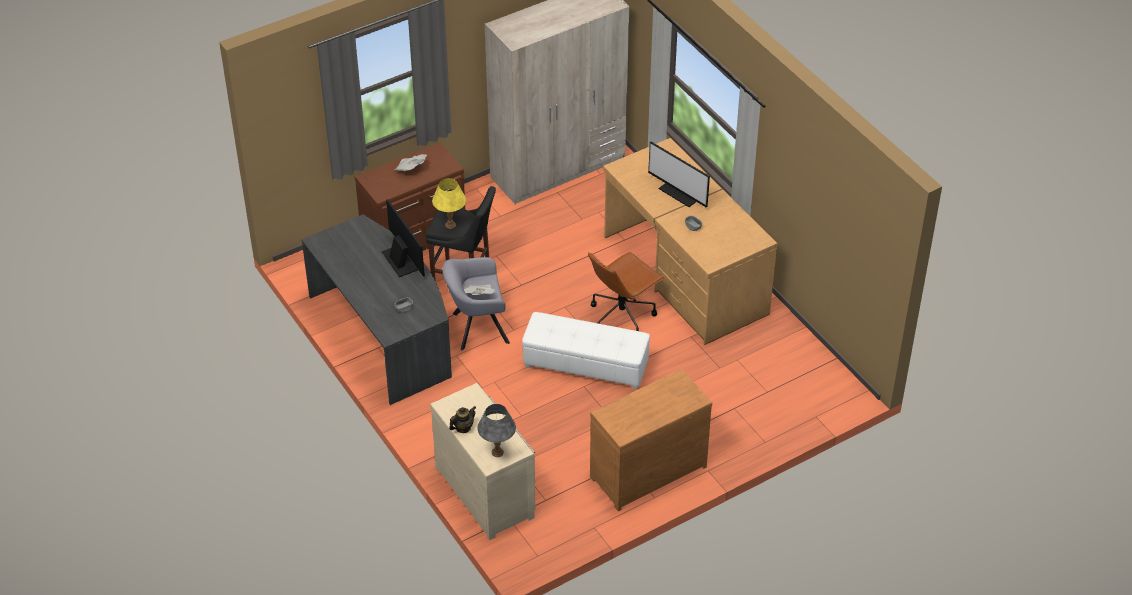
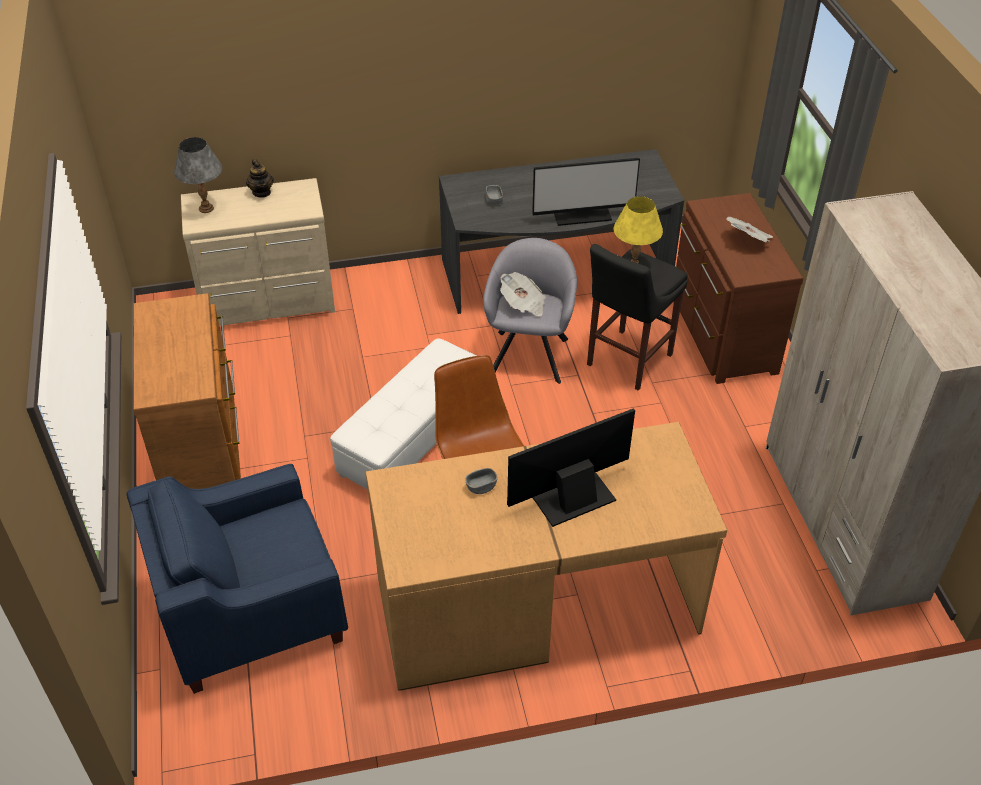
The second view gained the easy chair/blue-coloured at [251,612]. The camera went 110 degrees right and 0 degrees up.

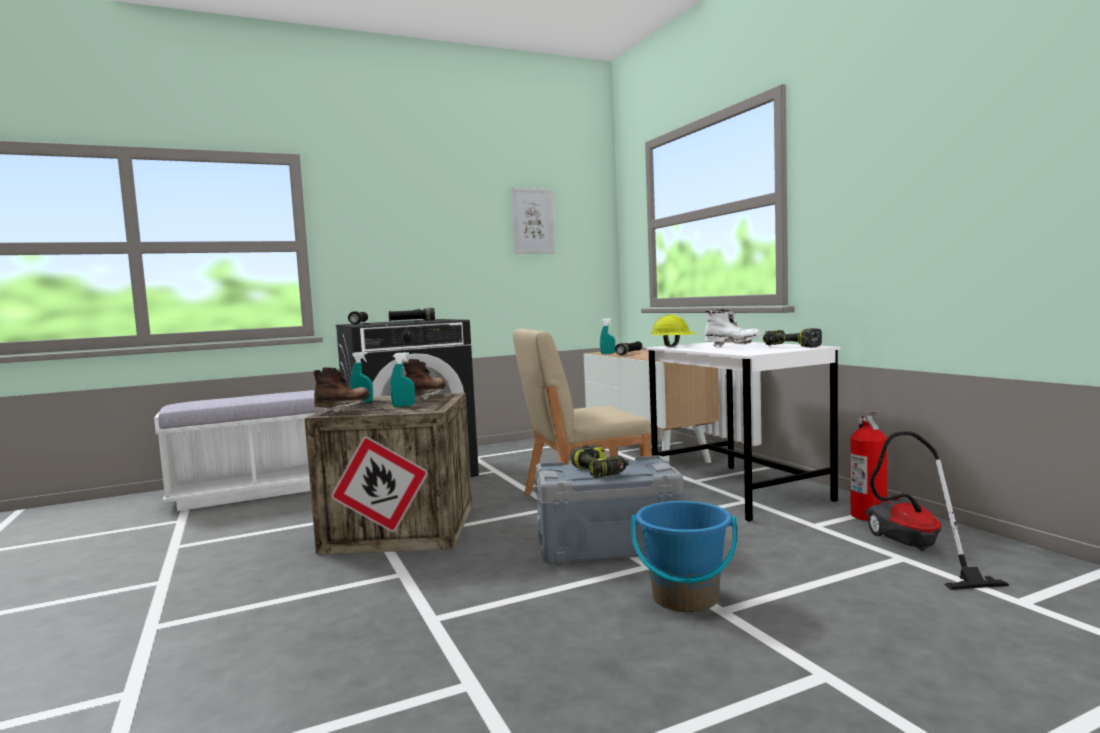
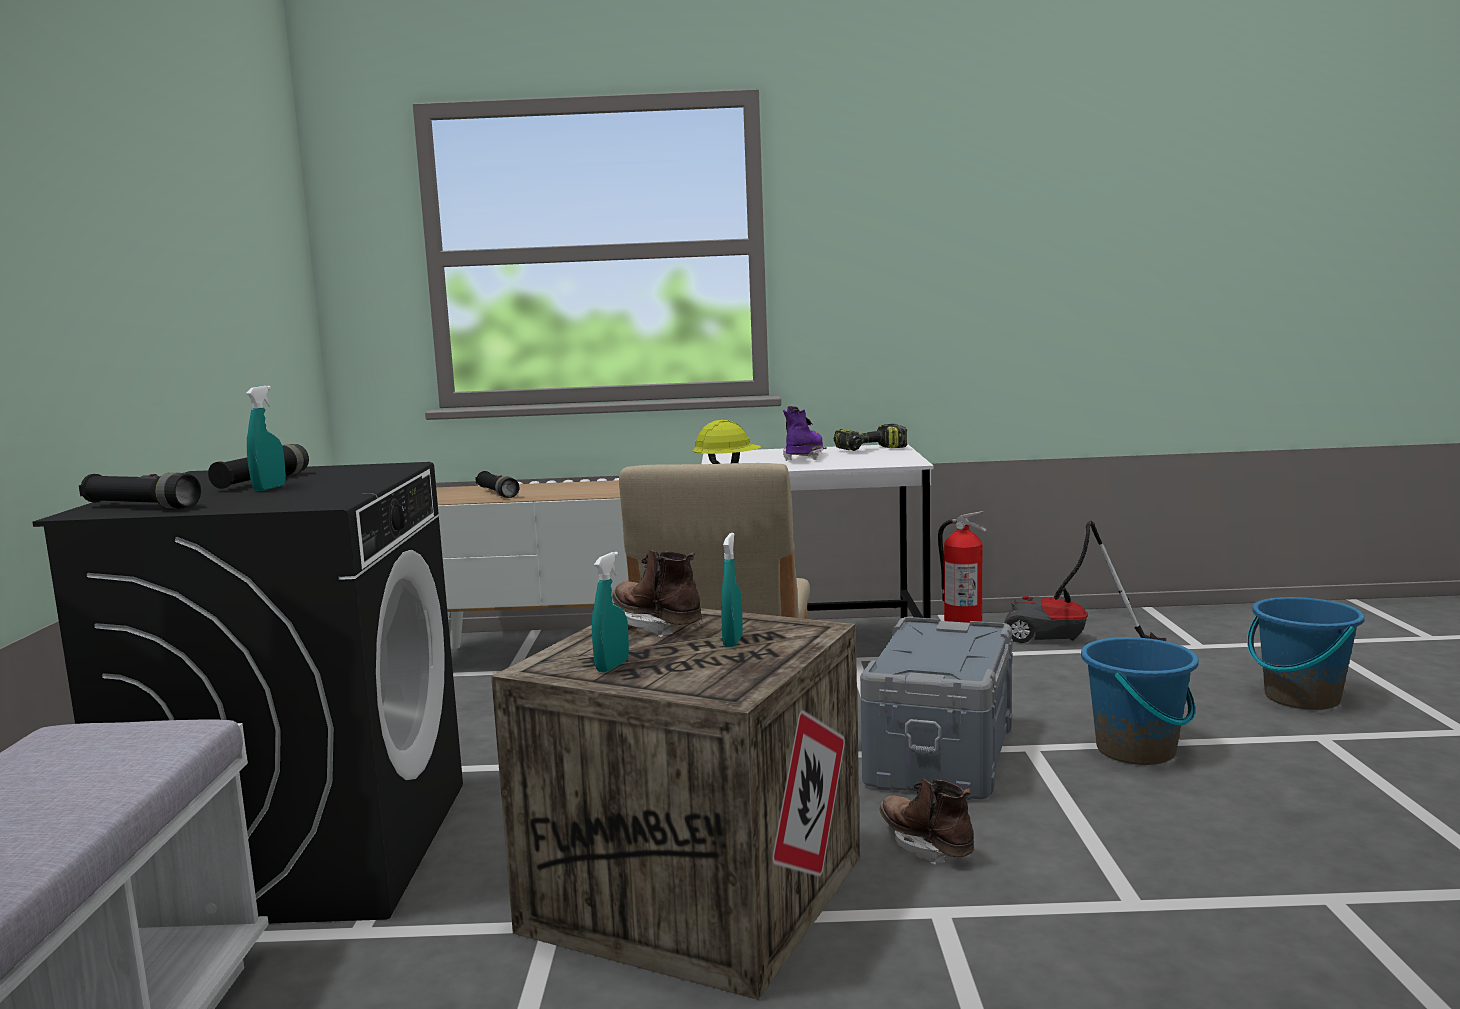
The high-top boot/brown-coloured ended up elsewhere, having gone from [343,409] to [926,845]. The second view lost the wall picture at [532,221]. The second view lost the drill at [600,471]. The sprayer/blue-green ended up elsewhere, having gone from [608,353] to [269,488]. What was the high-top boot/white at [732,346] turned into the high-top boot/purplish at [804,458]. The second view gained the pail/blue-coloured at [1301,698]. The camera went 65 degrees left and 5 degrees up.

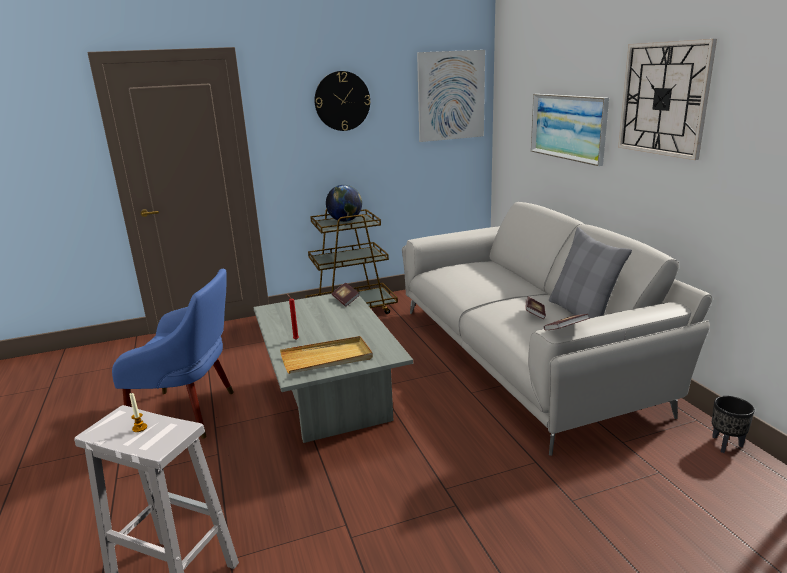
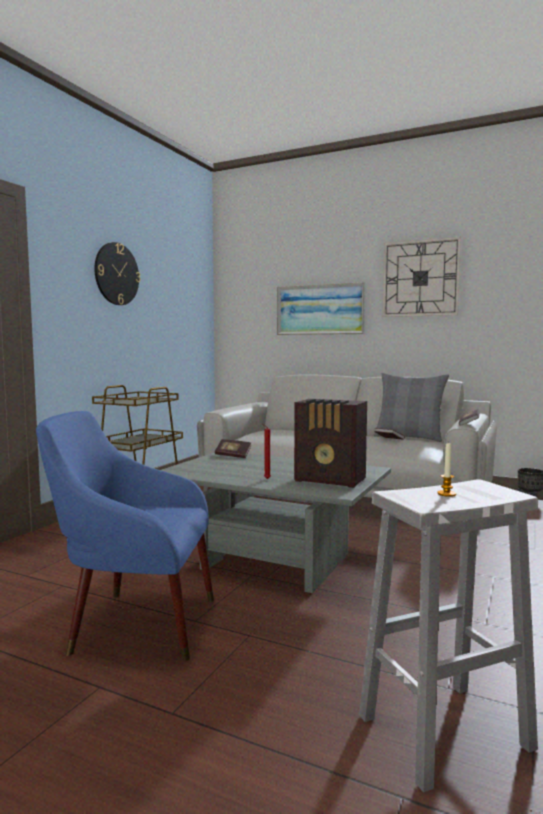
The easy chair/blue-coloured at [191,413] ended up facing another way, 135 degrees counterclockwise from before. Where the serving tray/beige stood at [327,358], the radio came to stand at [331,480]. The second view lost the world globe at [345,221]. The second view lost the wall picture at [451,96]. The camera went 45 degrees left and 15 degrees down.

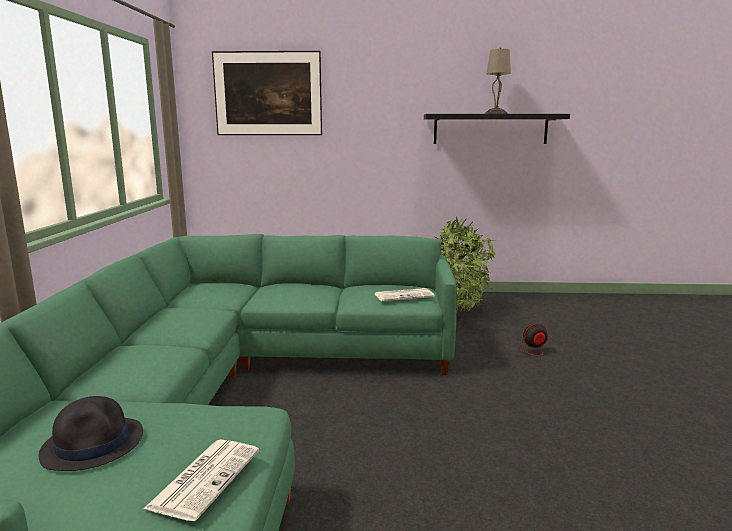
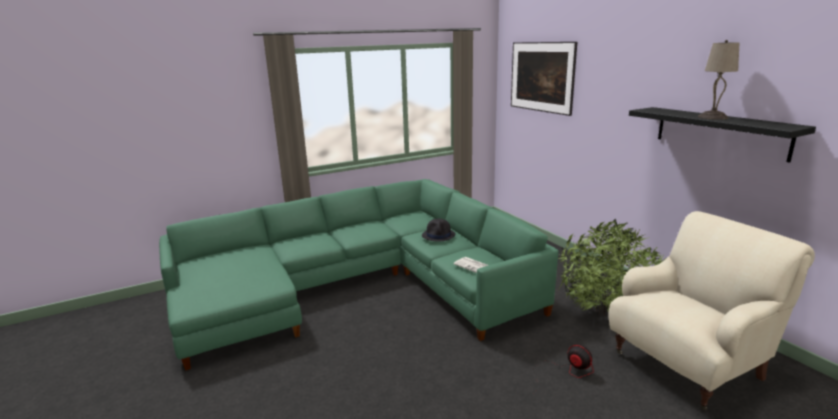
The clothing hat/blackish ended up elsewhere, having gone from [93,444] to [439,235]. The second view lost the daily paper at [205,477]. The second view gained the easy chair/beige at [689,365]. The camera went 60 degrees right and 5 degrees up.

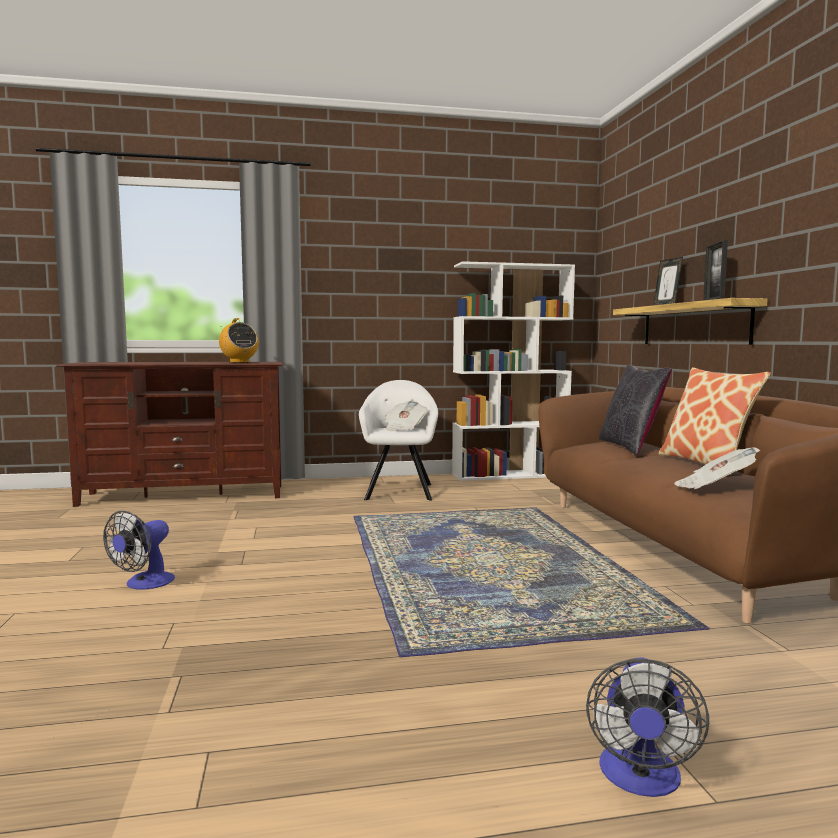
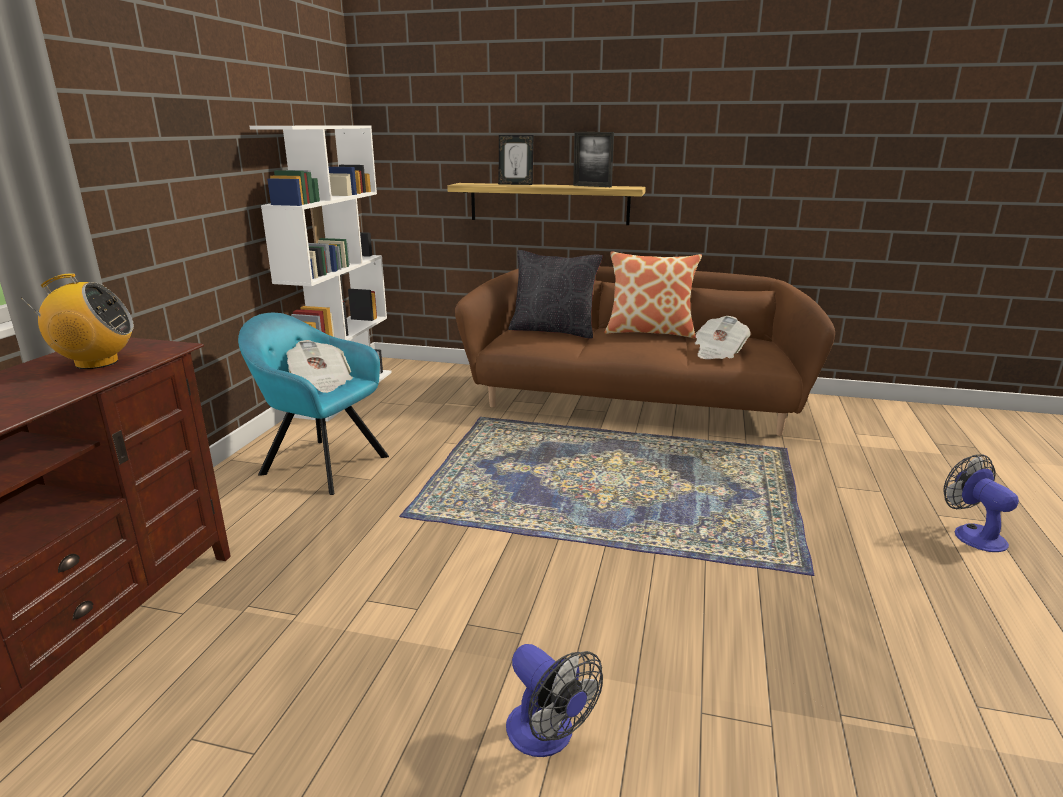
What was the easy chair/white at [399,490] turned into the easy chair/blue-green at [320,464]. The cooling fan at [640,779] ended up facing another way, 150 degrees counterclockwise from before. The camera went 65 degrees left and 15 degrees up.

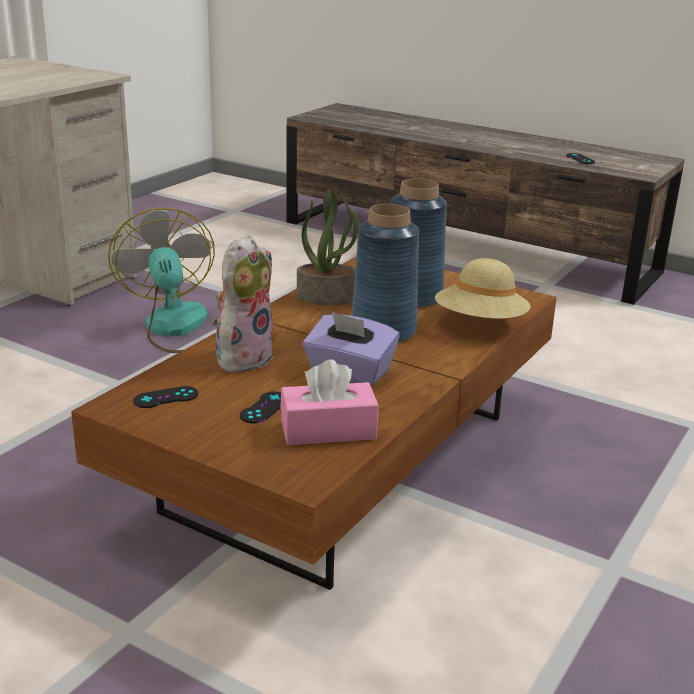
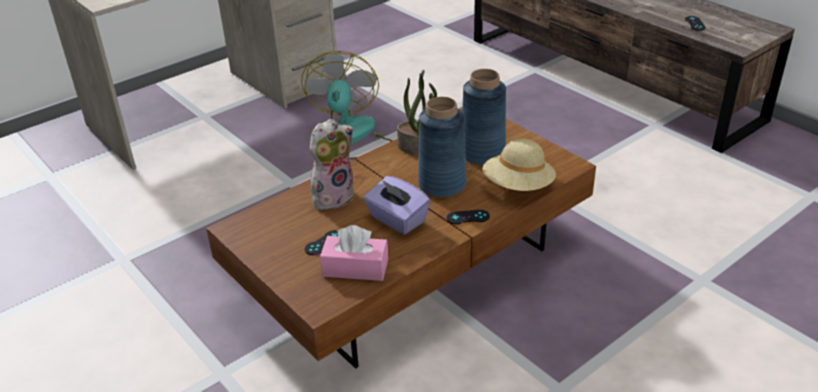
The game controller/blackish ended up elsewhere, having gone from [166,397] to [468,217]. The camera went 20 degrees right and 10 degrees up.

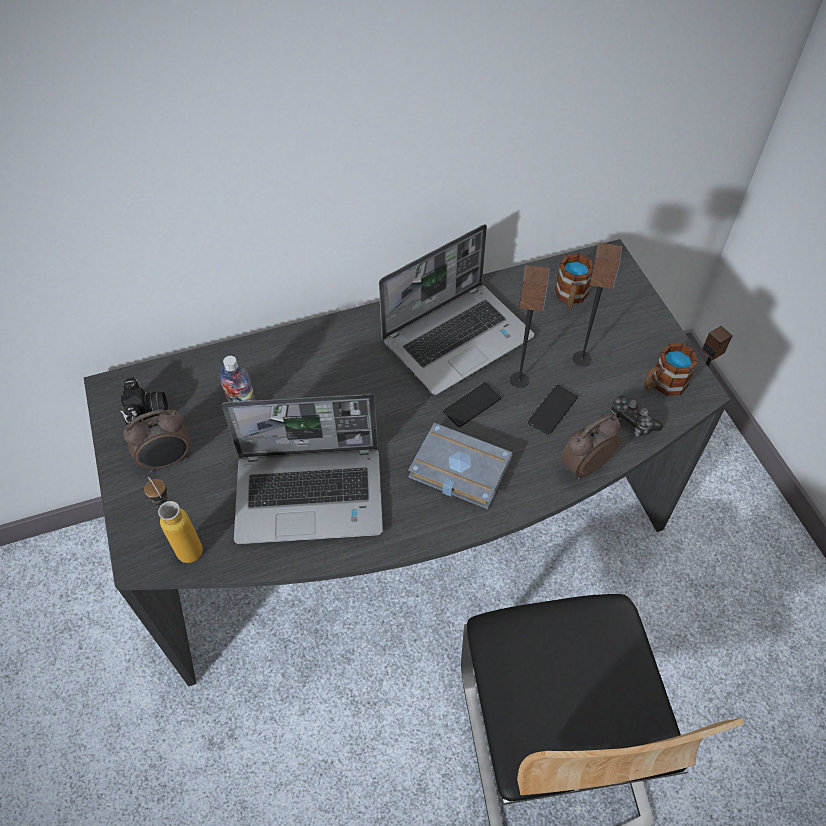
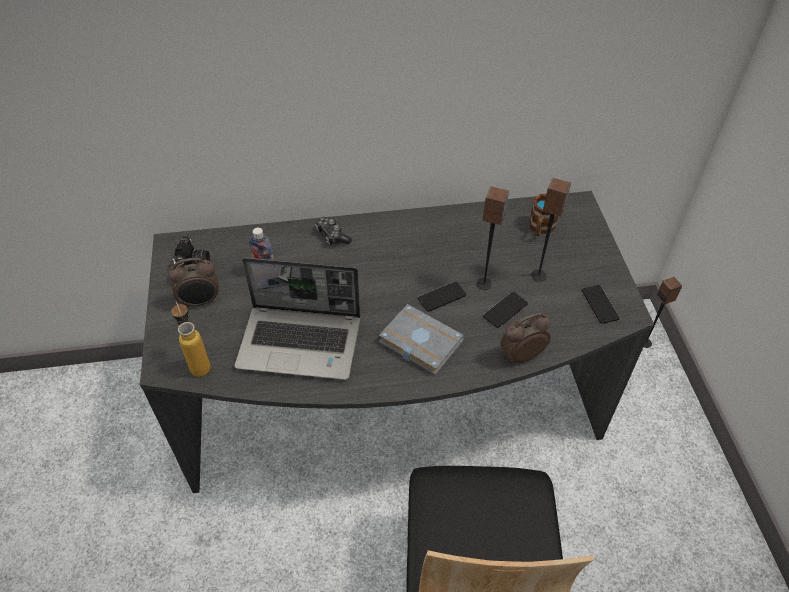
The second view lost the portable computer at [458,338]. The game controller ended up elsewhere, having gone from [631,421] to [332,235]. Where the mug stood at [662,384], the telephone came to stand at [600,304]. The camera went 10 degrees right and 5 degrees down.

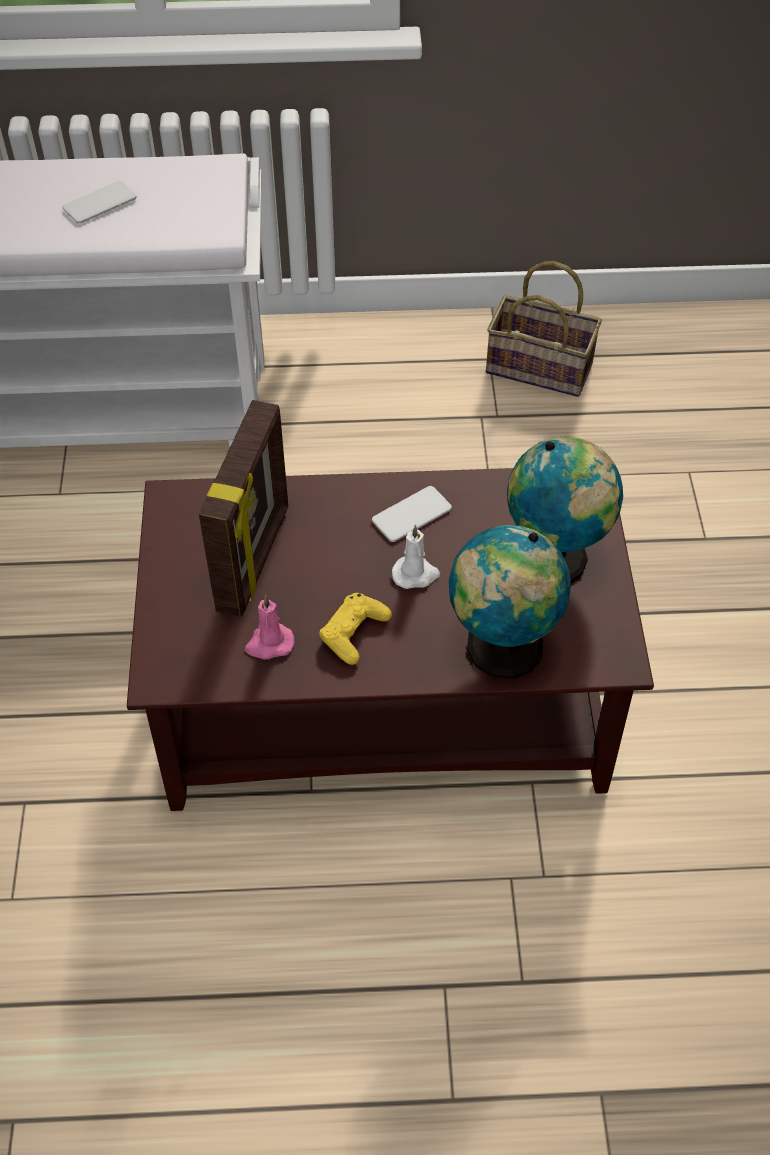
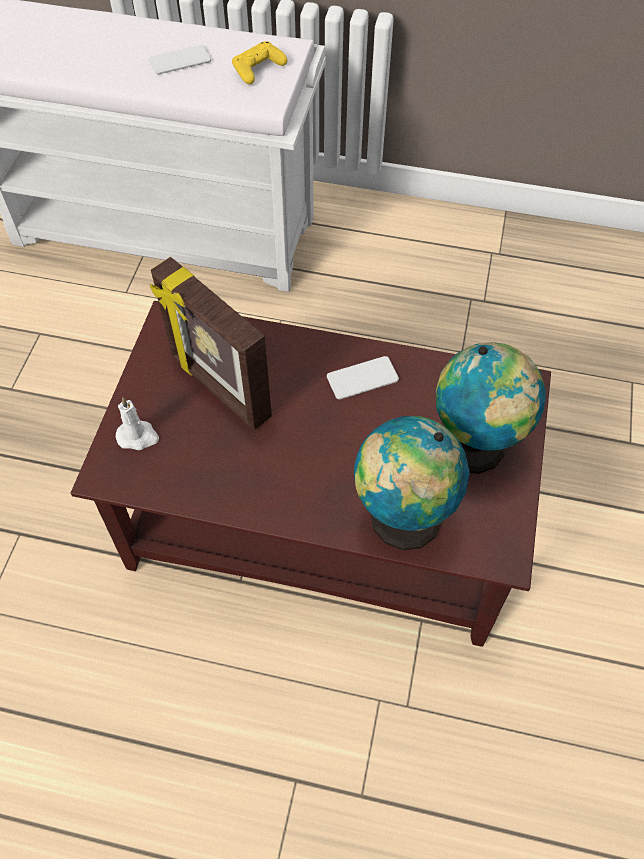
The standing frame at [255,559] ended up facing another way, 105 degrees clockwise from before. The second view lost the wax light/pink-coloured at [269,644]. The game controller/yellow-coloured ended up elsewhere, having gone from [354,632] to [258,69]. The wax light/white ended up elsewhere, having gone from [416,574] to [138,436]. The second view lost the basket at [542,367]. The camera went 15 degrees right and 5 degrees up.

